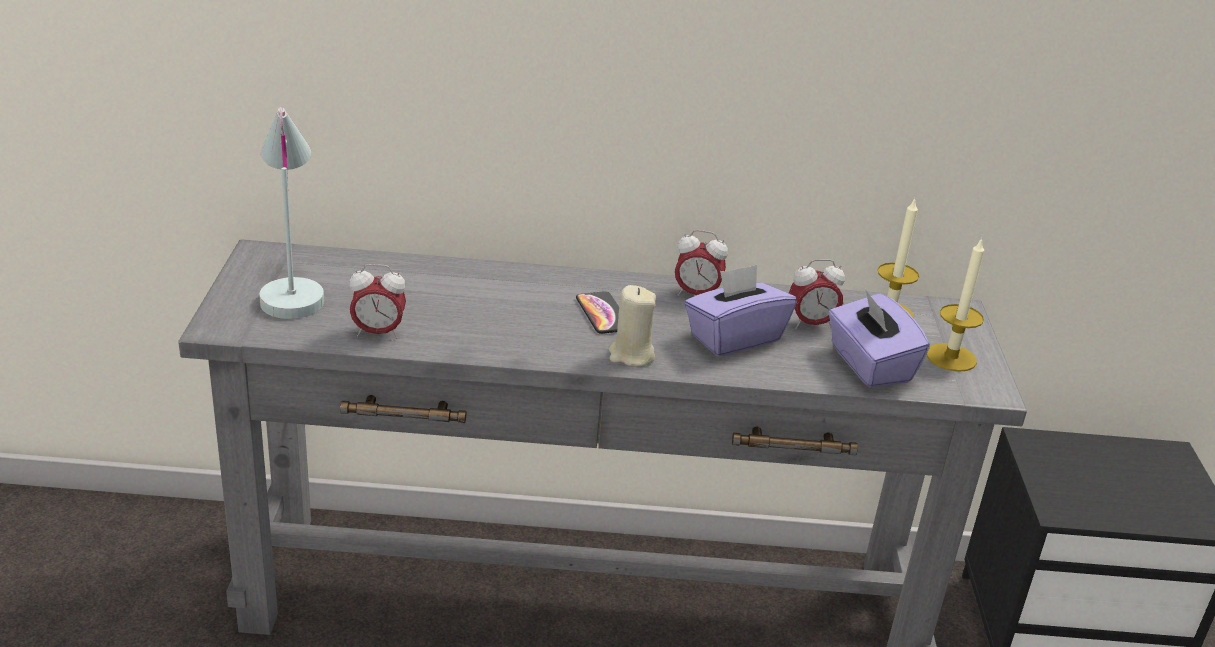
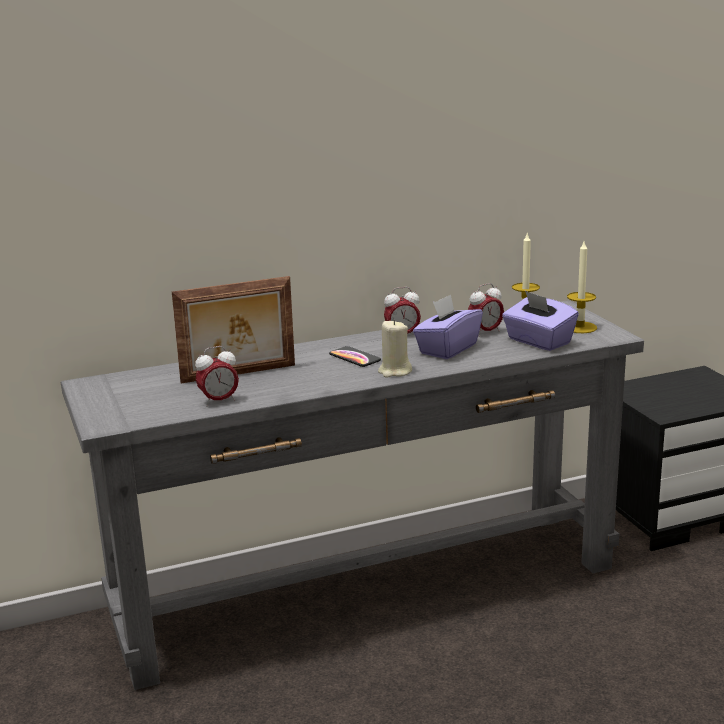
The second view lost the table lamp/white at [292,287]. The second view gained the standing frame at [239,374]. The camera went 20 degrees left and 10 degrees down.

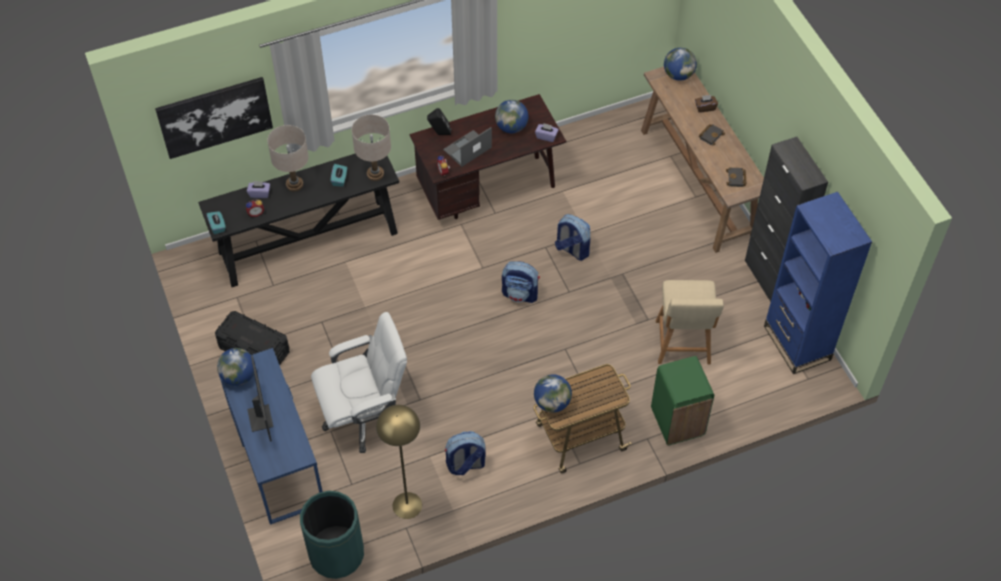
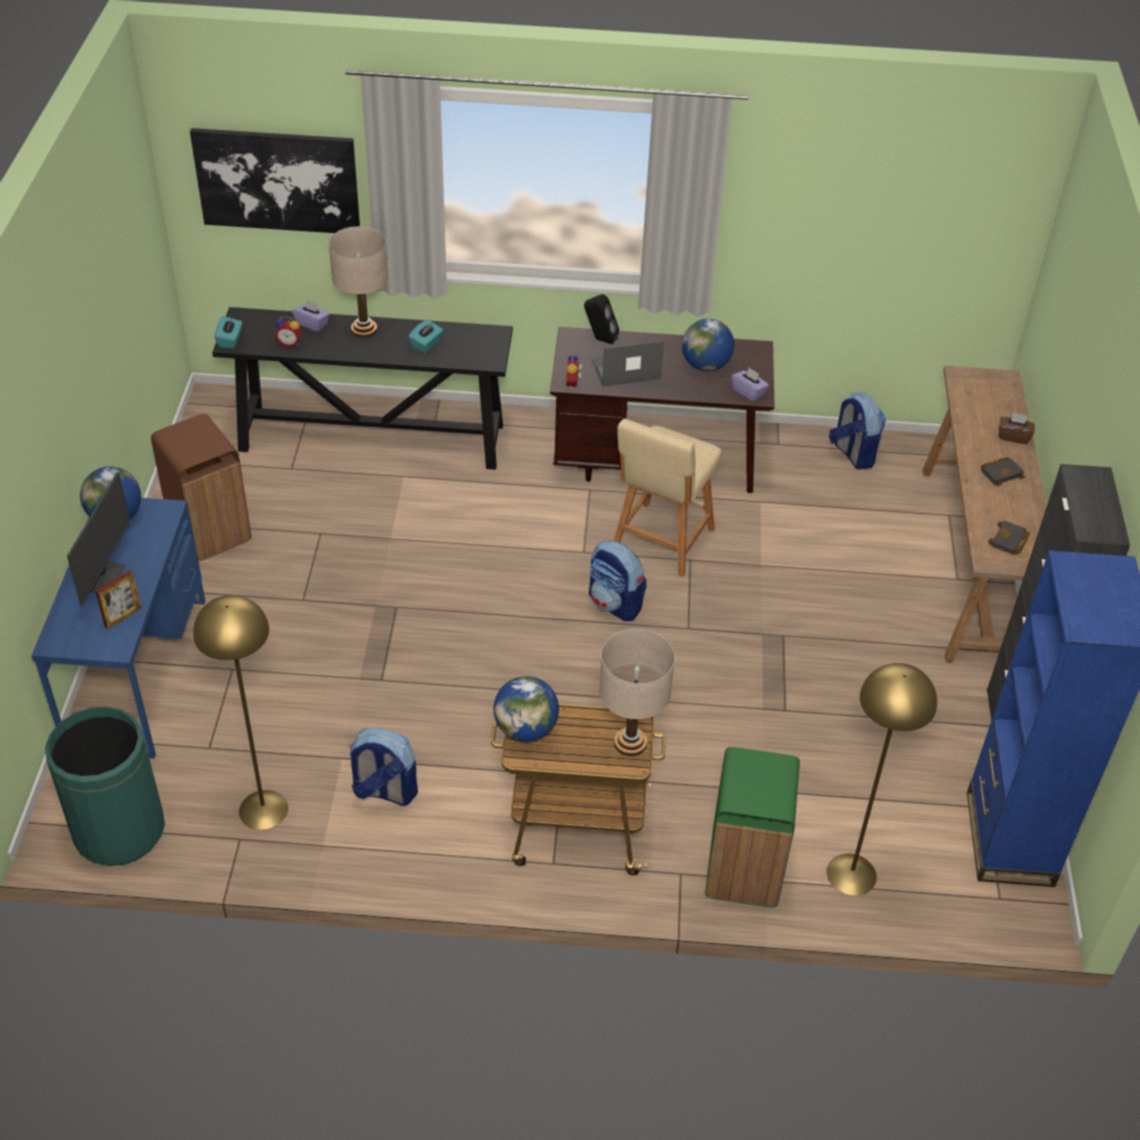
Where the storage box/blackish stood at [254,349], the trash can/brown-coloured came to stand at [210,531]. The second view lost the computer chair/white at [364,416]. The table lamp/beige ended up elsewhere, having gone from [375,174] to [630,743]. The rucksack ended up elsewhere, having gone from [572,249] to [852,454]. The sitting stool/beige ended up elsewhere, having gone from [683,345] to [660,542]. The second view lost the world globe at [678,75]. The second view gained the standing frame at [123,617]. The second view gained the standard lamp/yellow-coloured at [851,874]. The camera went 25 degrees right and 10 degrees down.

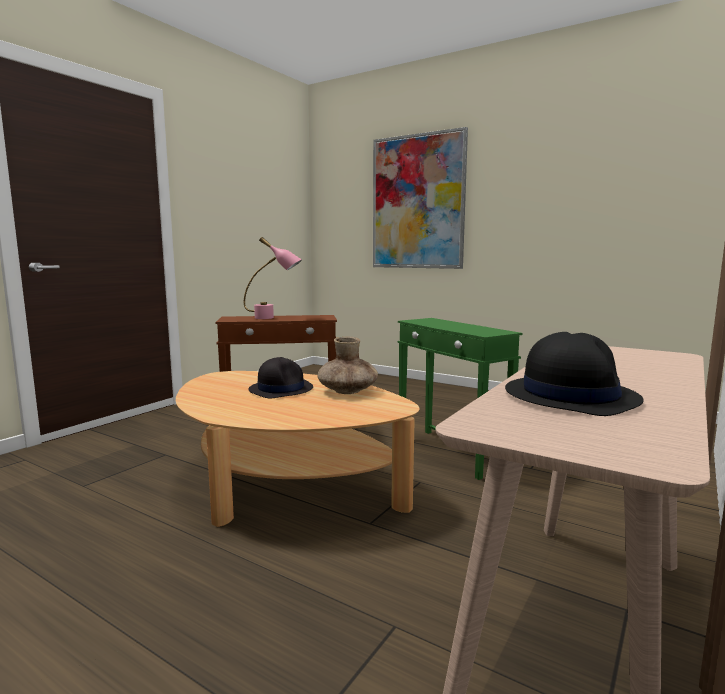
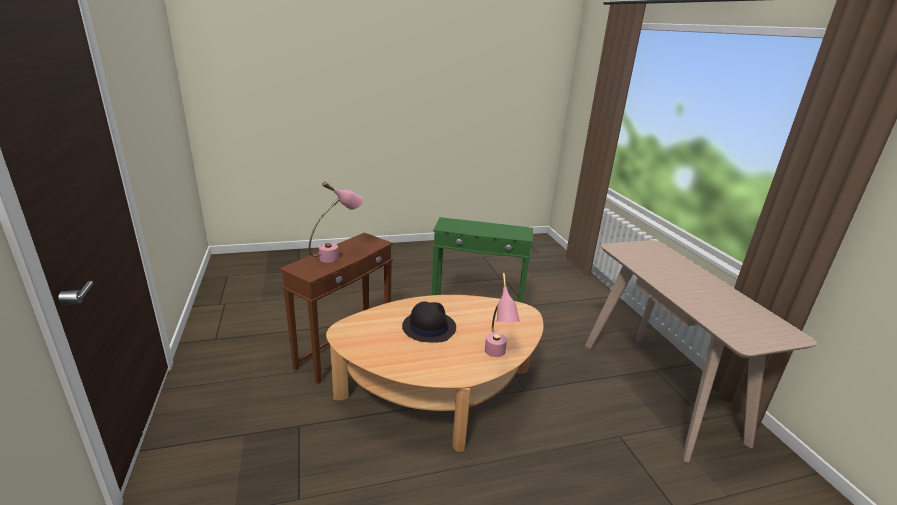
The second view lost the vase/brown-coloured at [348,391]. The second view lost the wall picture at [417,202]. The second view lost the clothing hat/blackish at [569,395]. The second view gained the table lamp/pink-coloured at [496,357]. The camera went 50 degrees left and 15 degrees up.

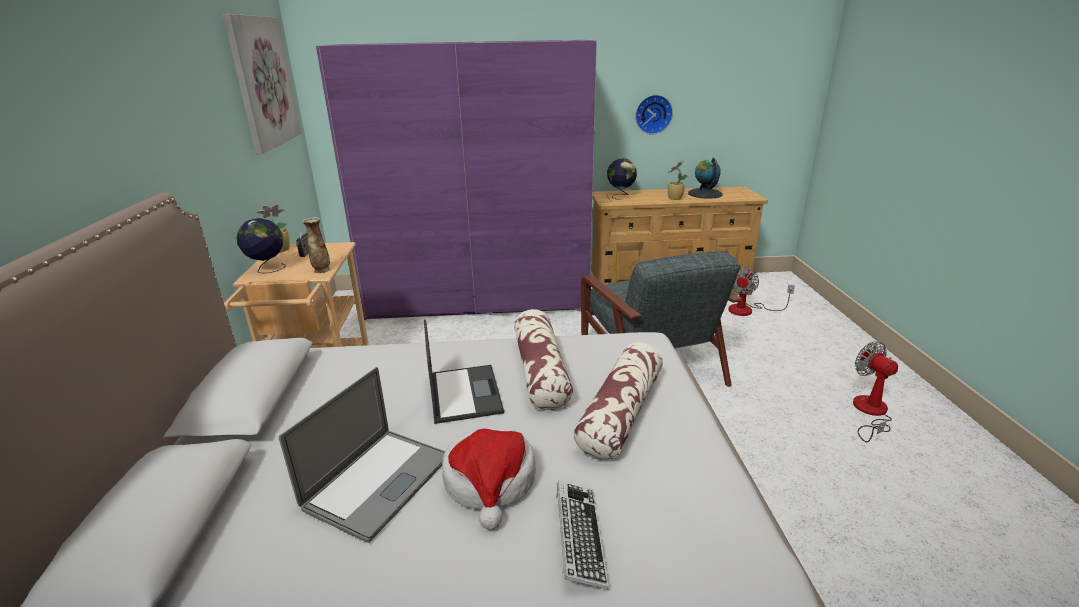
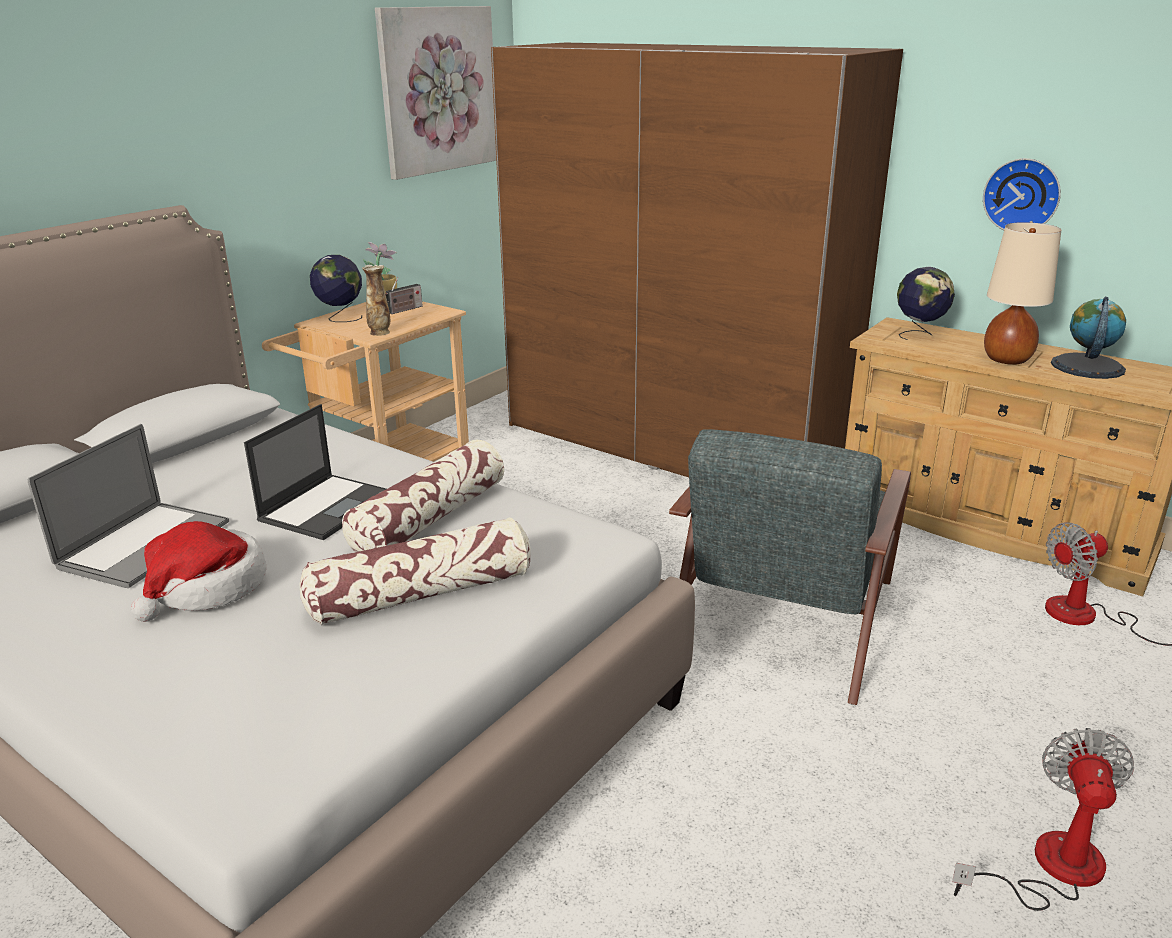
The portable computer at [378,481] ended up facing another way, 45 degrees counterclockwise from before. What was the clothes cupboard/purplish at [479,299] turned into the clothes cupboard/brown-coloured at [671,446]. The second view lost the computer keyboard at [579,537]. Where the potted plant stood at [674,198], the table lamp/beige came to stand at [1007,360]. The camera went 40 degrees right and 0 degrees up.

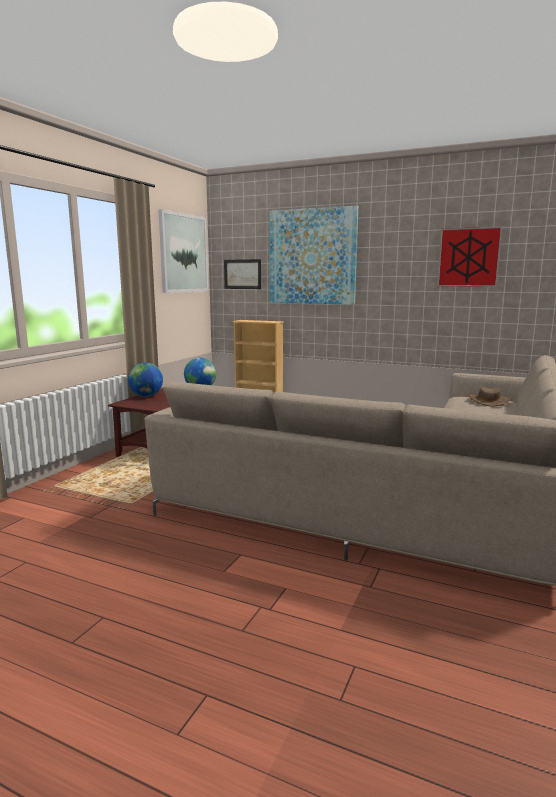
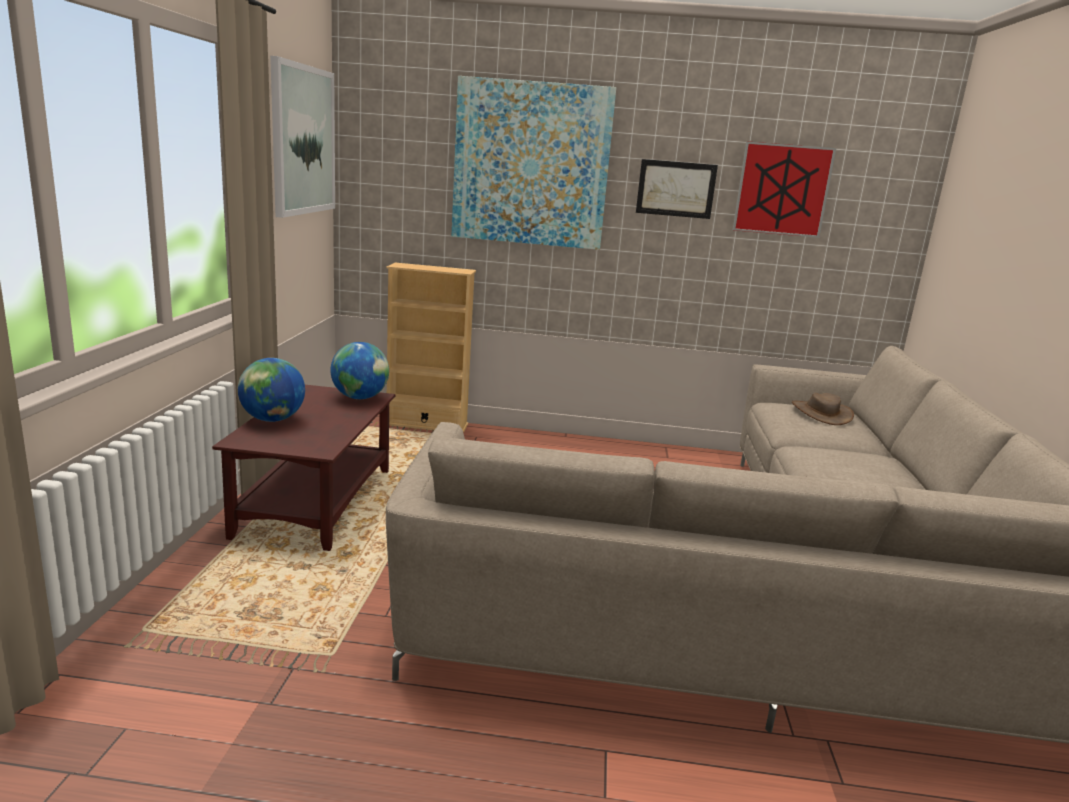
The wall picture ended up elsewhere, having gone from [242,274] to [676,189]. The camera went 20 degrees left and 5 degrees up.

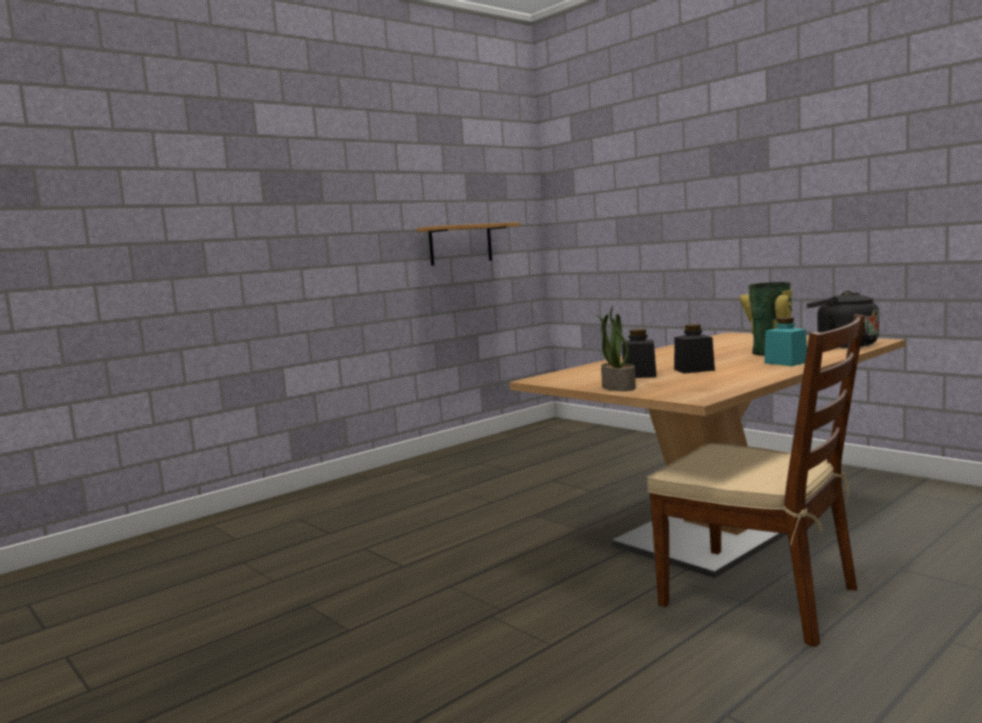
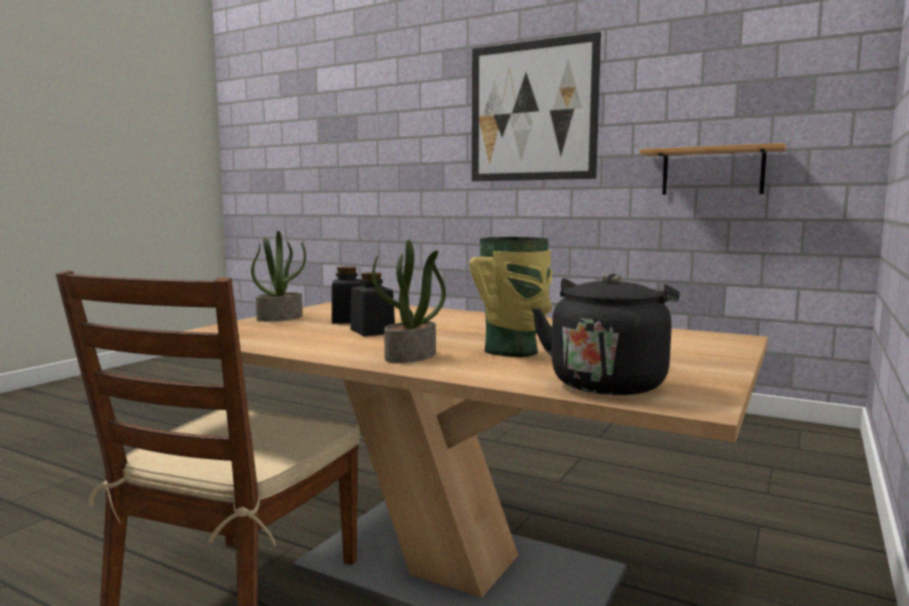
Where the preserve jar/blue-green stood at [785,363], the potted plant came to stand at [411,356]. The second view gained the wall picture at [532,111]. The camera went 70 degrees right and 0 degrees up.

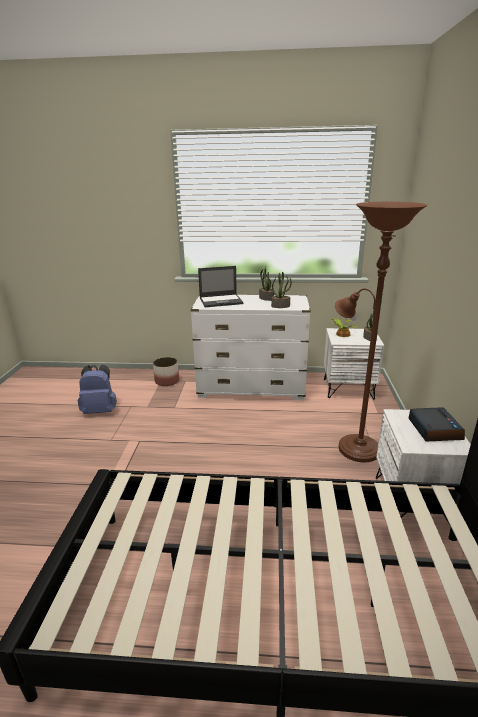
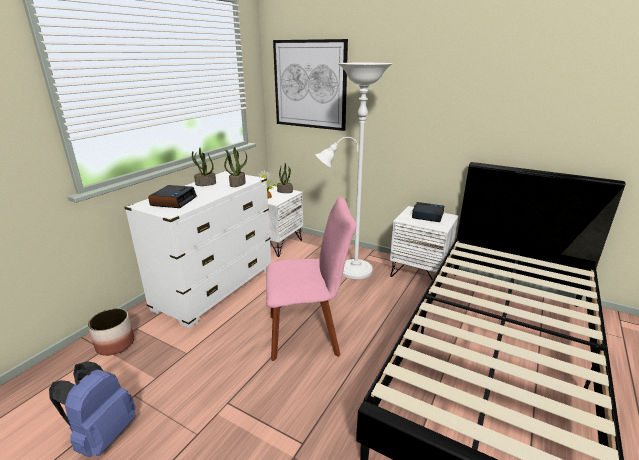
Where the portable computer stood at [221,301], the table clock came to stand at [173,201]. What was the standard lamp/brown-coloured at [355,446] turned into the standard lamp/white at [350,270]. The second view gained the plain chair/pink-coloured at [308,334]. The second view gained the wall picture at [310,85]. The camera went 65 degrees left and 0 degrees up.

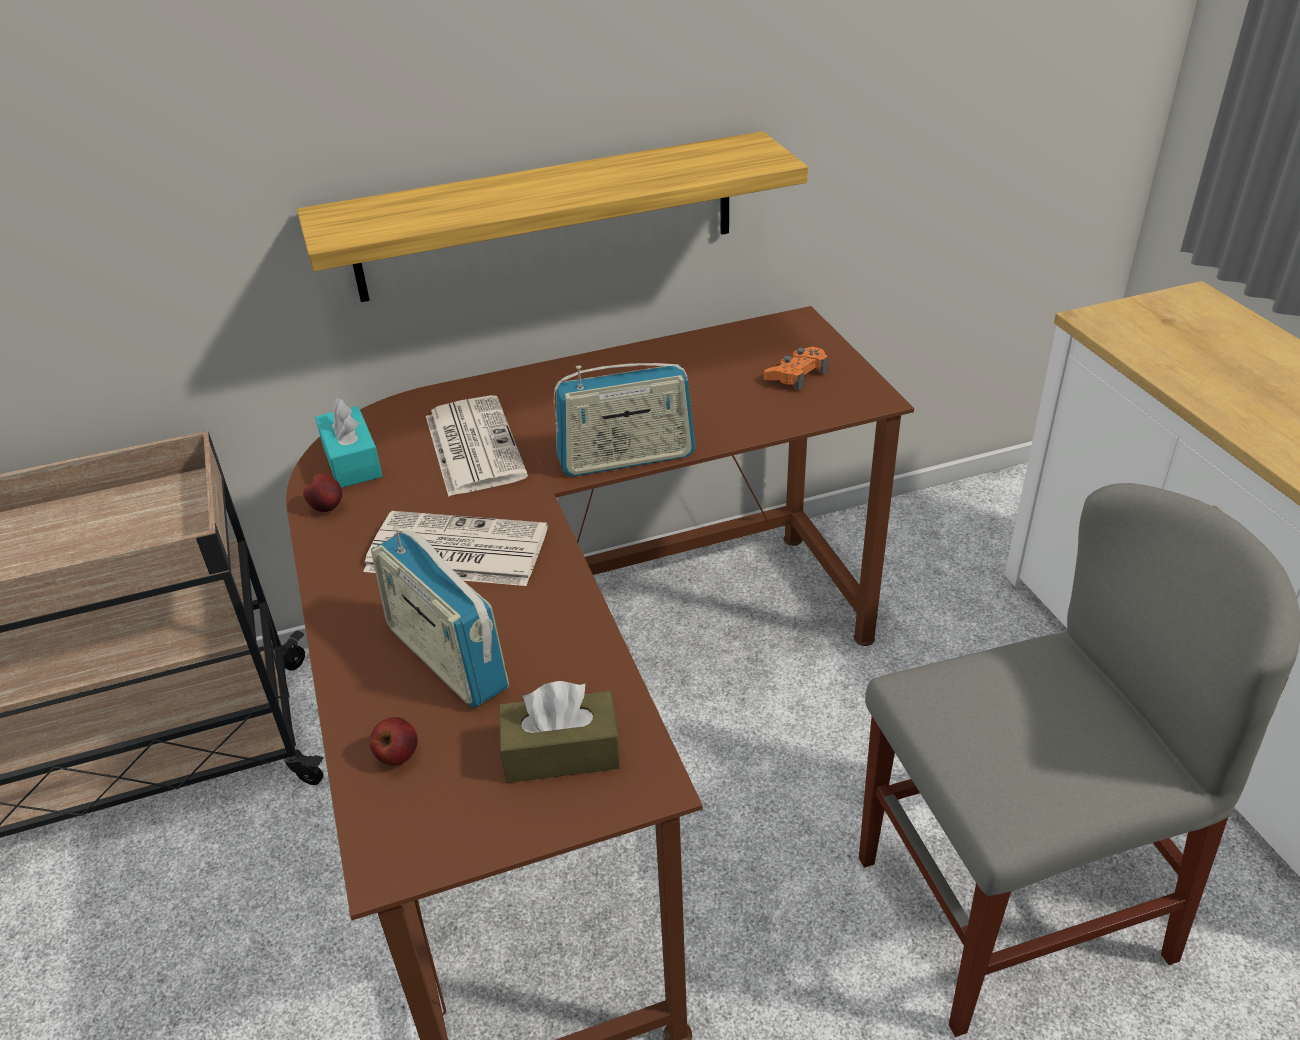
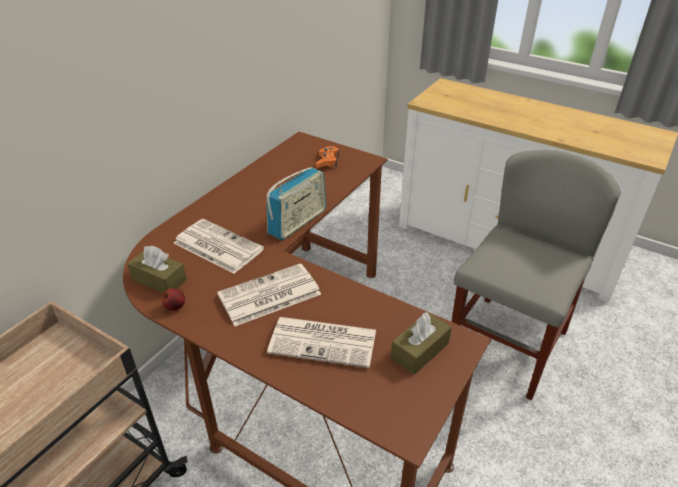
The second view lost the shelf at [546,217]. What was the box of tissues/blue-green at [352,461] turned into the box of tissues/brown-coloured at [159,280]. The second view lost the whole apple at [397,756]. Where the radio stood at [446,658], the daily paper came to stand at [324,341]. The camera went 40 degrees left and 0 degrees up.

